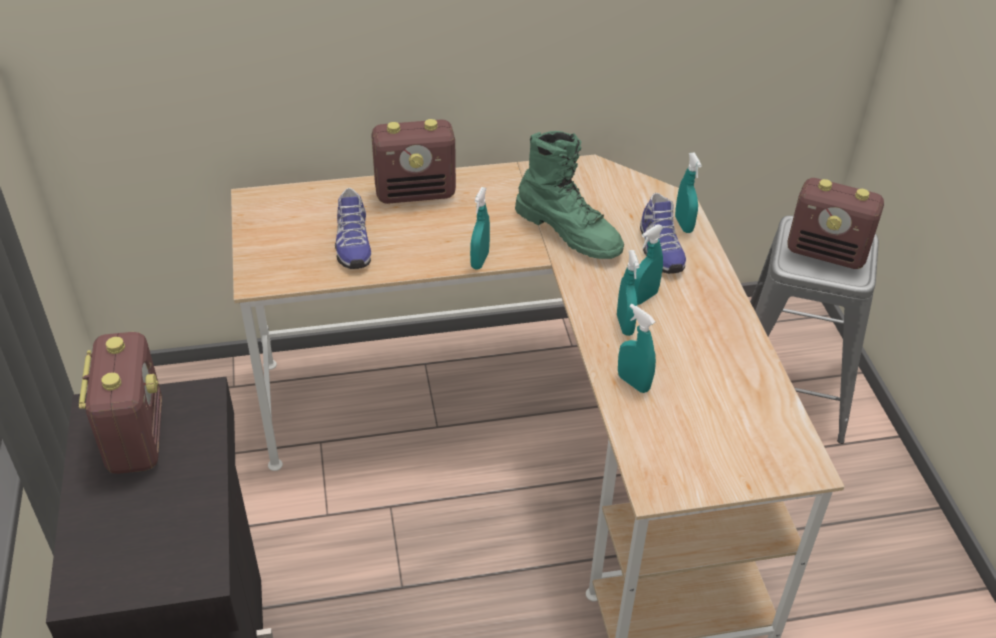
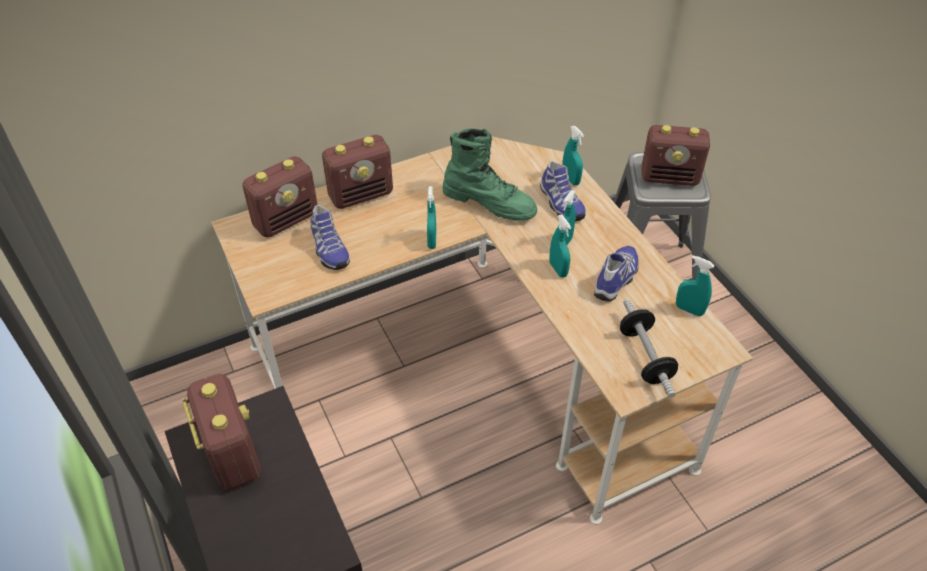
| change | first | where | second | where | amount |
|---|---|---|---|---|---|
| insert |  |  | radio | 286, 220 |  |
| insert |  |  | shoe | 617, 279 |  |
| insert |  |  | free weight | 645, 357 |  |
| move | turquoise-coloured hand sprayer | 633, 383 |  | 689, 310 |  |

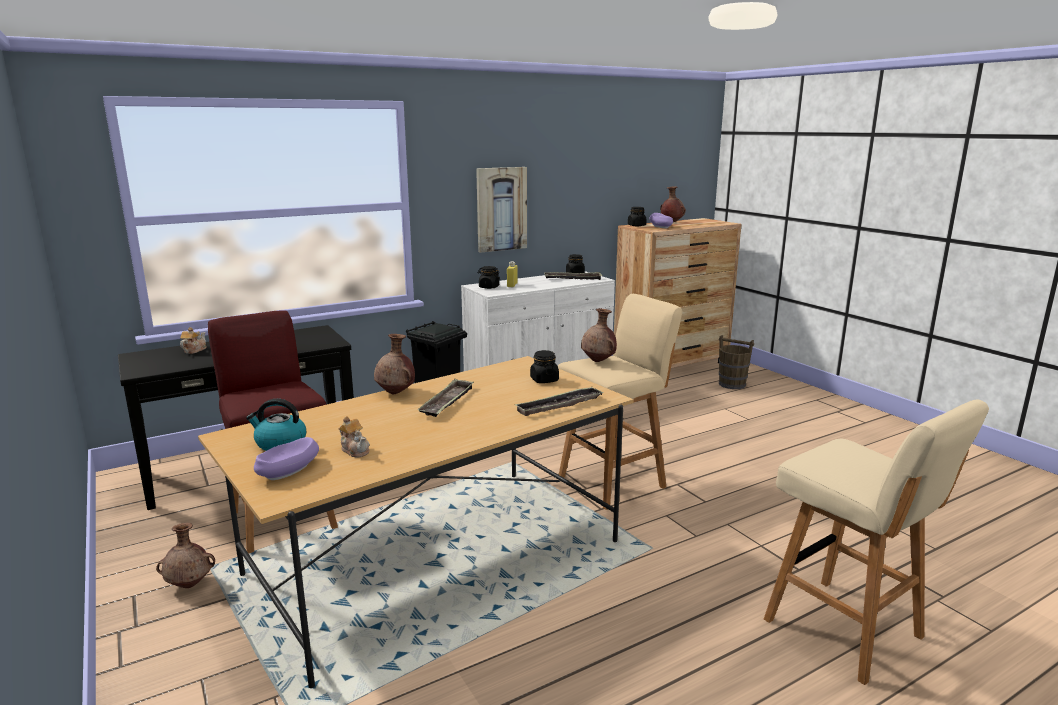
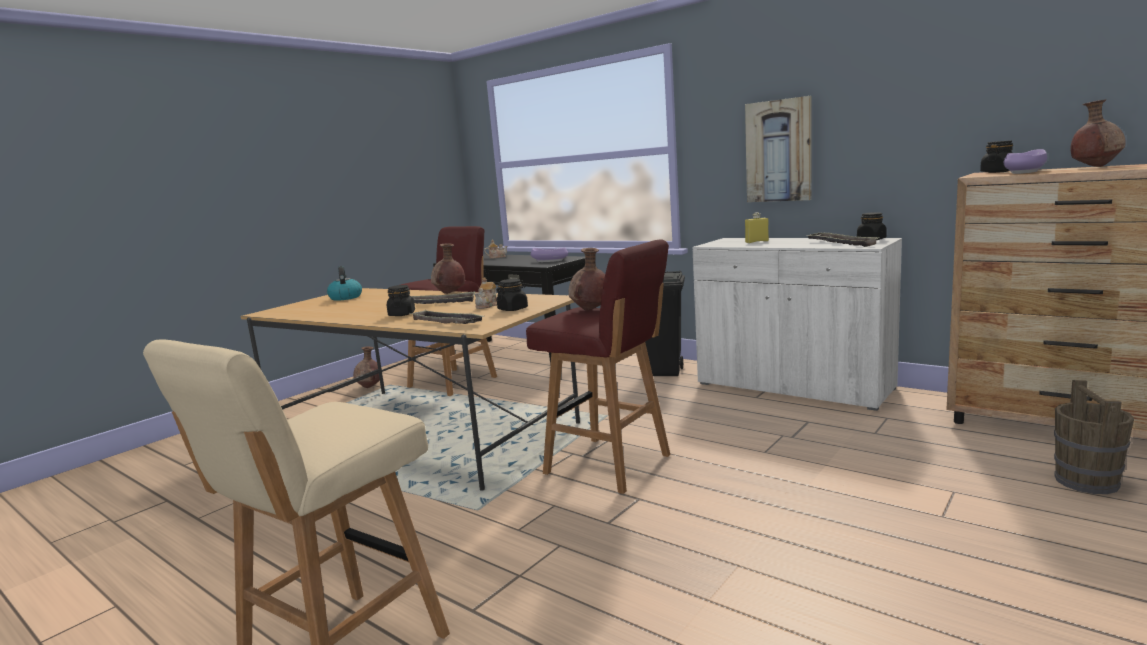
| change | first | where | second | where | amount |
|---|---|---|---|---|---|
| move | black jar | 489, 287 |  | 402, 314 |  |
| move | tea pot | 355, 450 |  | 487, 306 |  |
| recolor | beige-coloured stool seat | 614, 481 | red stool seat | 610, 465 |  |
| move | purple bowl | 288, 470 |  | 549, 261 |  |

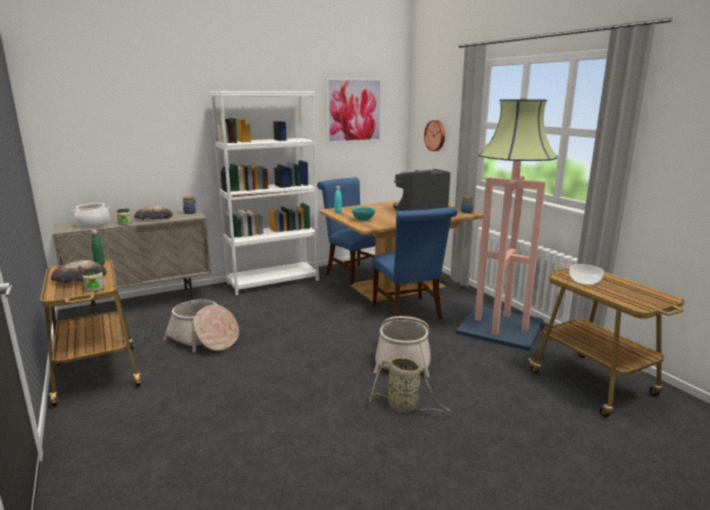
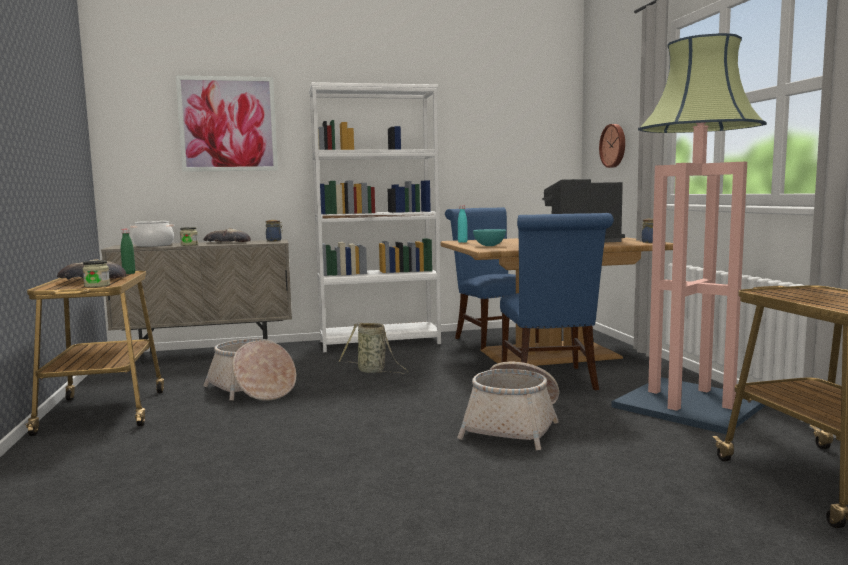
| change | first | where | second | where | amount |
|---|---|---|---|---|---|
| move | wall art | 354, 111 |  | 228, 124 |  |
| move | basket | 405, 407 |  | 373, 371 |  |
| delete | bowl | 584, 281 |  |  |  |

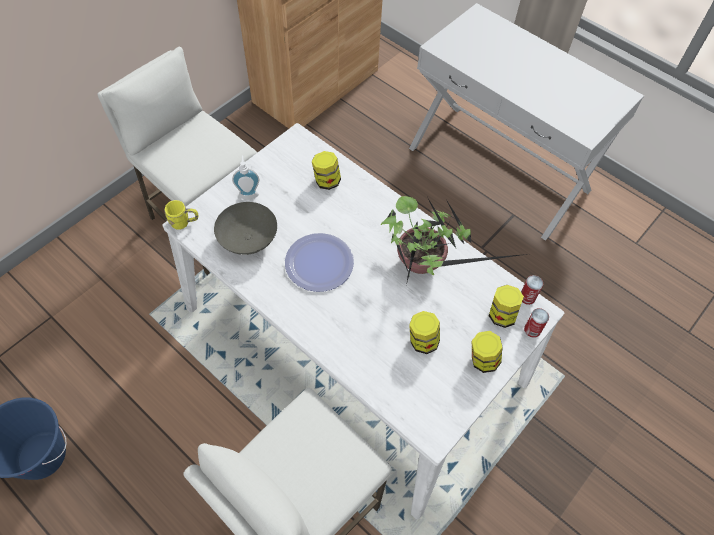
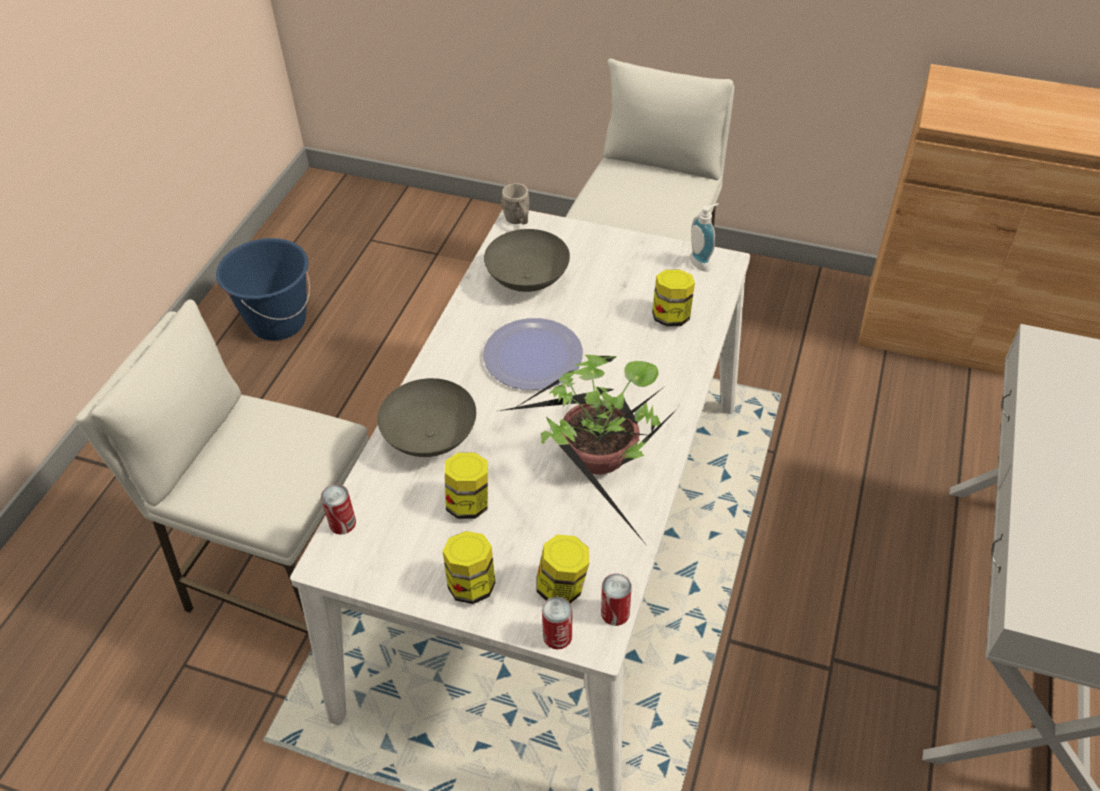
| change | first | where | second | where | amount |
|---|---|---|---|---|---|
| insert |  |  | can | 342, 523 |  |
| insert |  |  | grey bowl | 431, 439 |  |
| recolor | yellowish coffee mug | 184, 222 | grey coffee mug | 518, 220 |  |
| move | soap bottle | 248, 193 |  | 702, 262 |  |

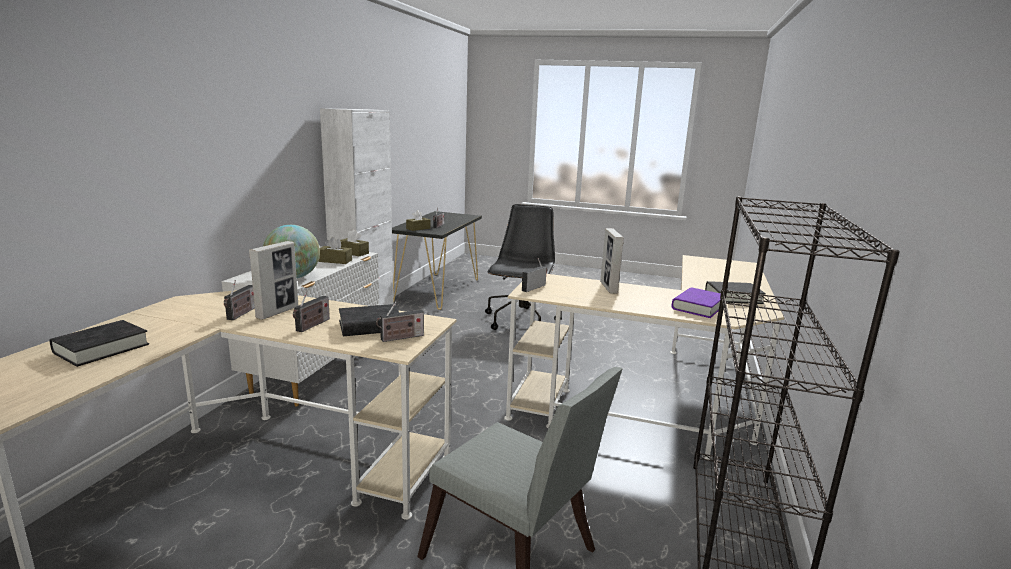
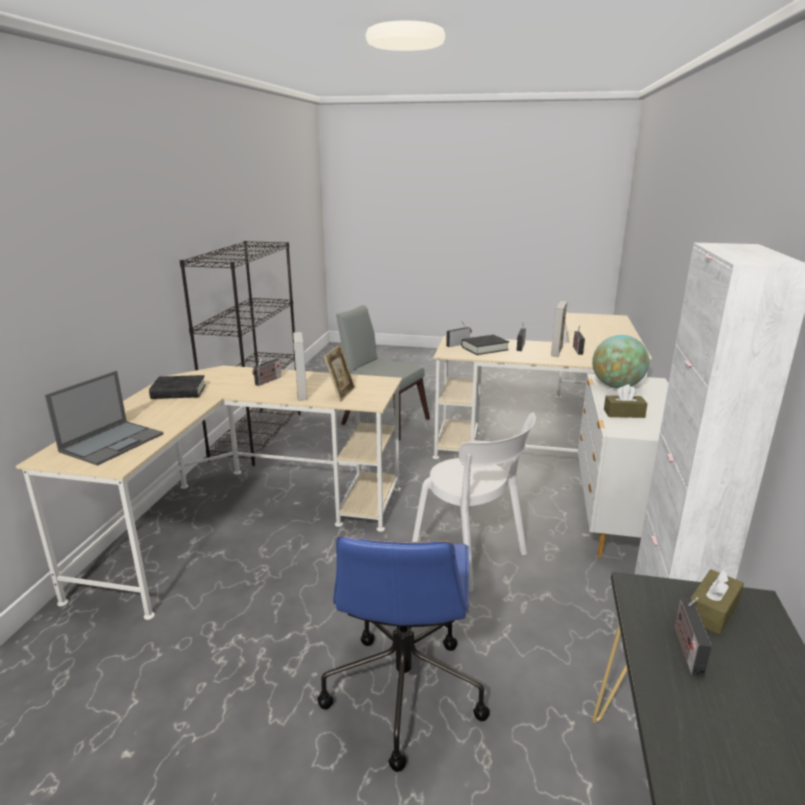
| change | first | where | second | where | amount |
|---|---|---|---|---|---|
| insert |  |  | laptop | 113, 442 |  |
| move | radio | 534, 287 |  | 267, 381 |  |
| recolor | black computer chair | 521, 321 | bluish computer chair | 403, 690 |  |
| insert |  |  | photo frame | 341, 394 |  |
| insert |  |  | whitish chair | 472, 555 |  |
| delete | black volume | 101, 348 |  |  |  |
| delete | brown tissue holder | 353, 253 |  |  |  |
| delete | purple volume | 698, 307 |  |  |  |

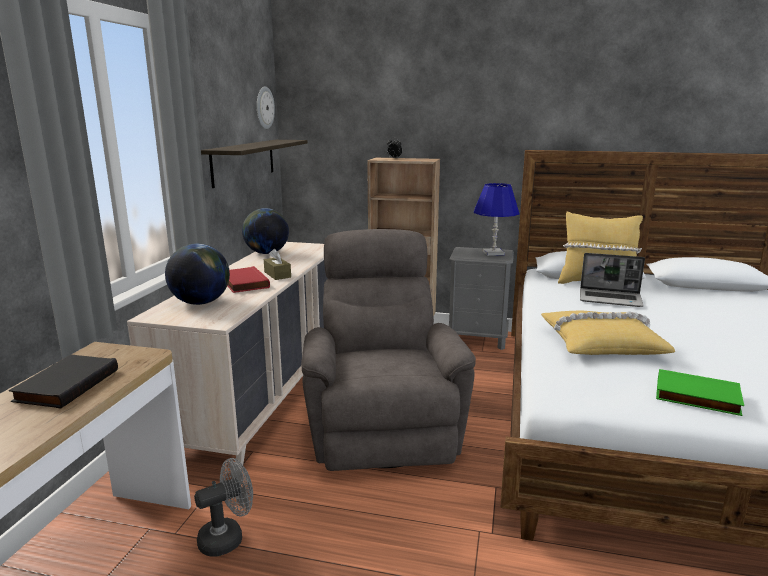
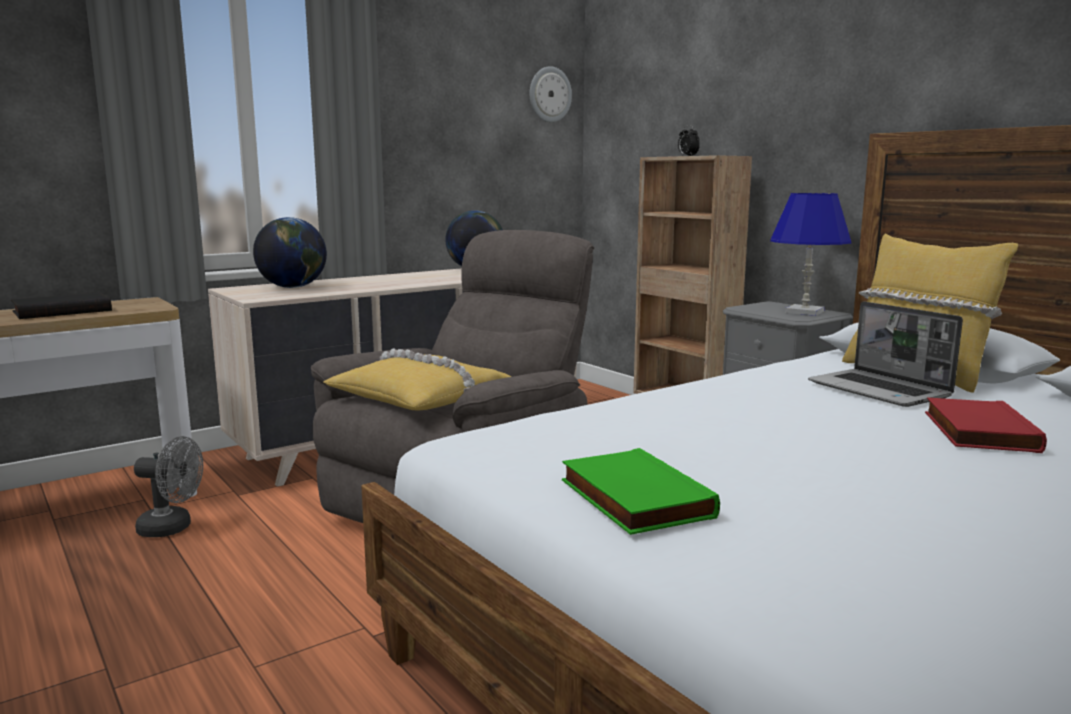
| change | first | where | second | where | amount |
|---|---|---|---|---|---|
| move | yellowish throw pillow | 600, 343 |  | 420, 397 |  |
| move | red volume | 243, 283 |  | 976, 431 |  |
| delete | shelf | 244, 161 |  |  |  |
| delete | brown tissue holder | 277, 274 |  |  |  |

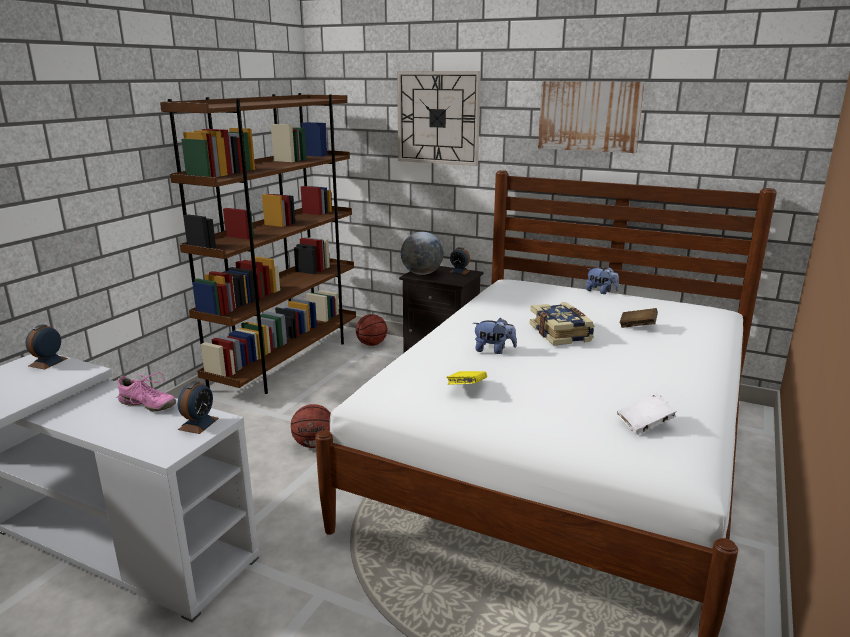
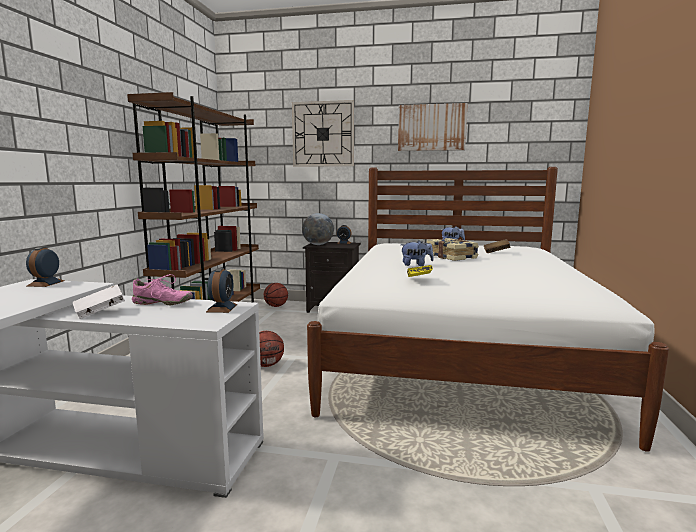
| change | first | where | second | where | amount |
|---|---|---|---|---|---|
| move | whitish volume | 645, 424 |  | 100, 312 |  |

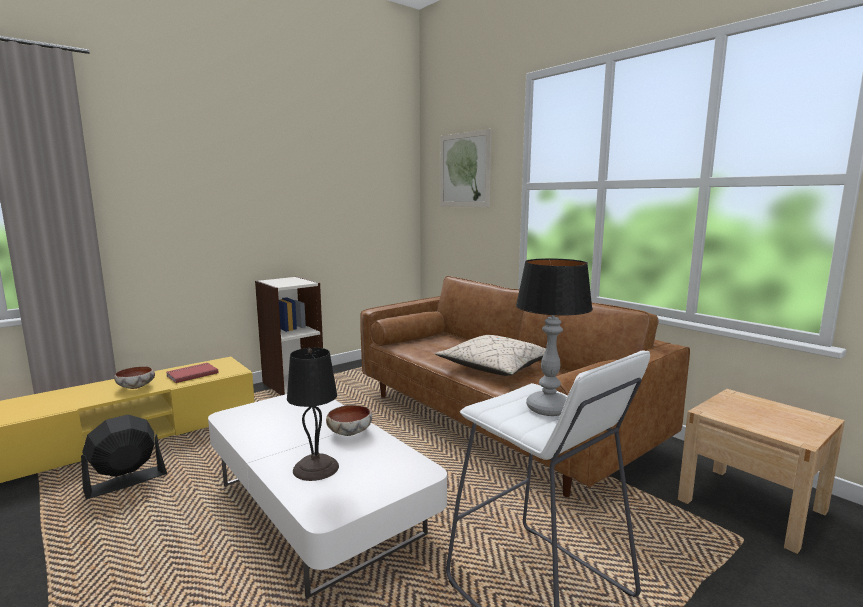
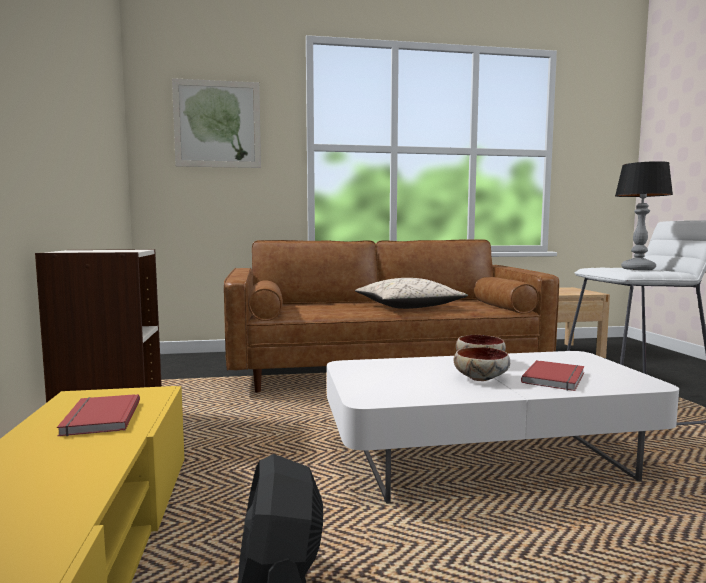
| change | first | where | second | where | amount |
|---|---|---|---|---|---|
| move | bowl | 137, 387 |  | 481, 378 |  |
| replace | black table lamp | 316, 468 | red volume | 556, 378 |  |

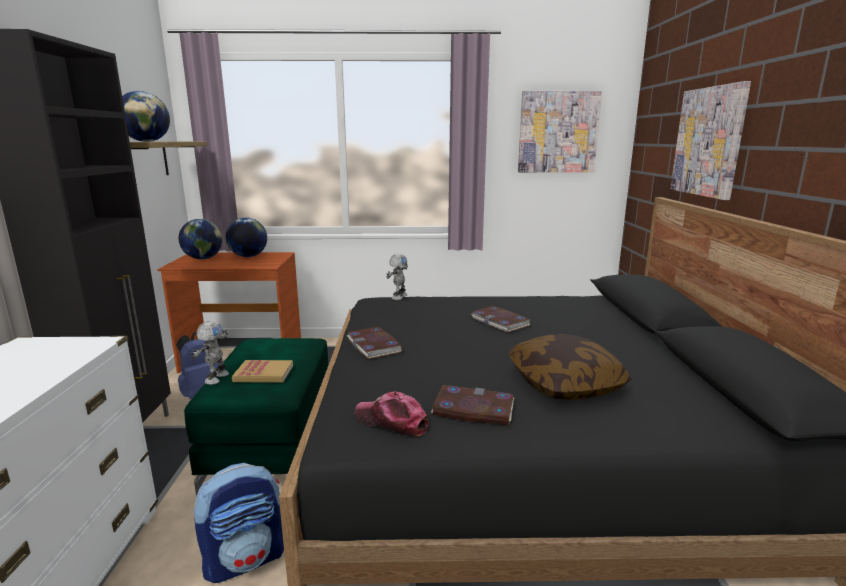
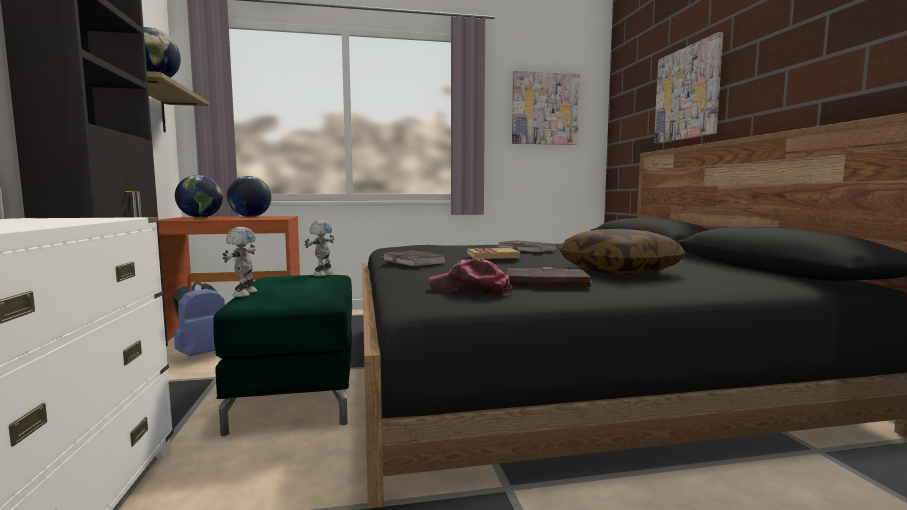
| change | first | where | second | where | amount |
|---|---|---|---|---|---|
| move | robot figure | 398, 297 |  | 322, 274 |  |
| move | volume | 263, 374 |  | 492, 256 |  |
| delete | rucksack | 246, 559 |  |  |  |

